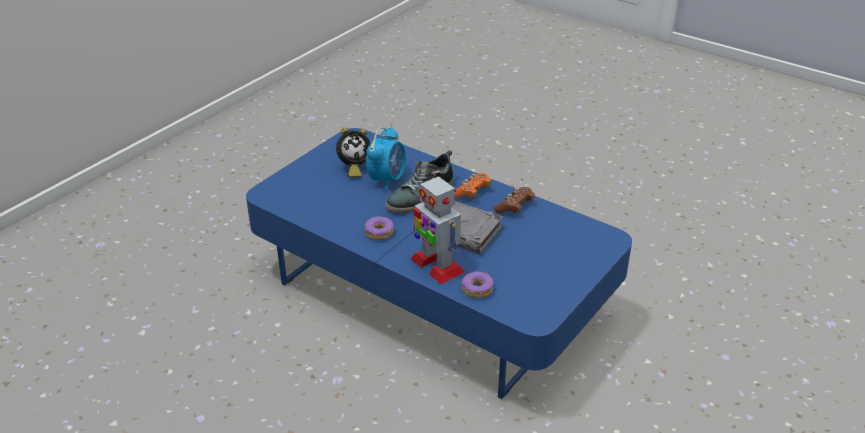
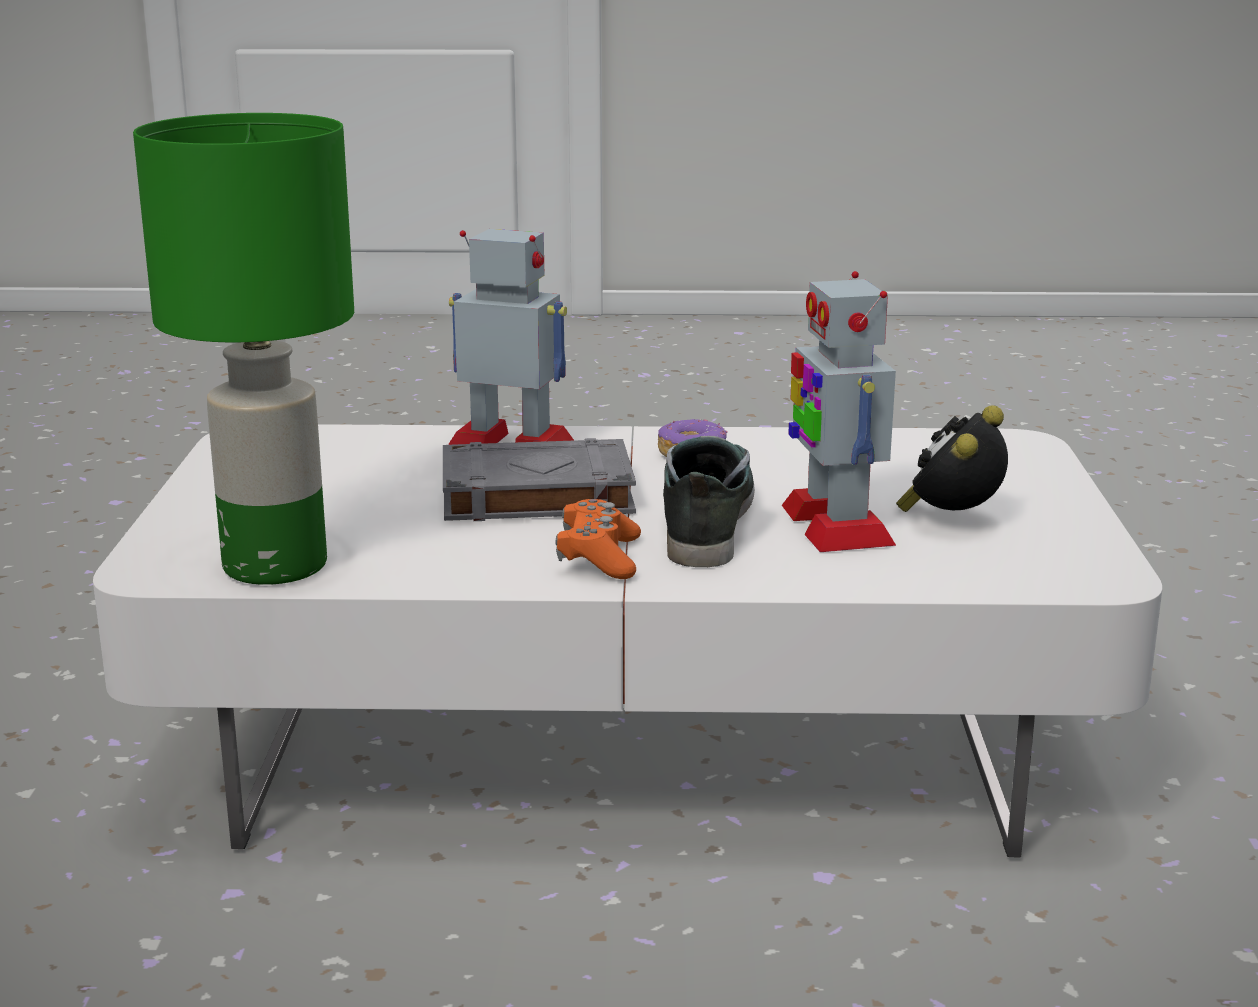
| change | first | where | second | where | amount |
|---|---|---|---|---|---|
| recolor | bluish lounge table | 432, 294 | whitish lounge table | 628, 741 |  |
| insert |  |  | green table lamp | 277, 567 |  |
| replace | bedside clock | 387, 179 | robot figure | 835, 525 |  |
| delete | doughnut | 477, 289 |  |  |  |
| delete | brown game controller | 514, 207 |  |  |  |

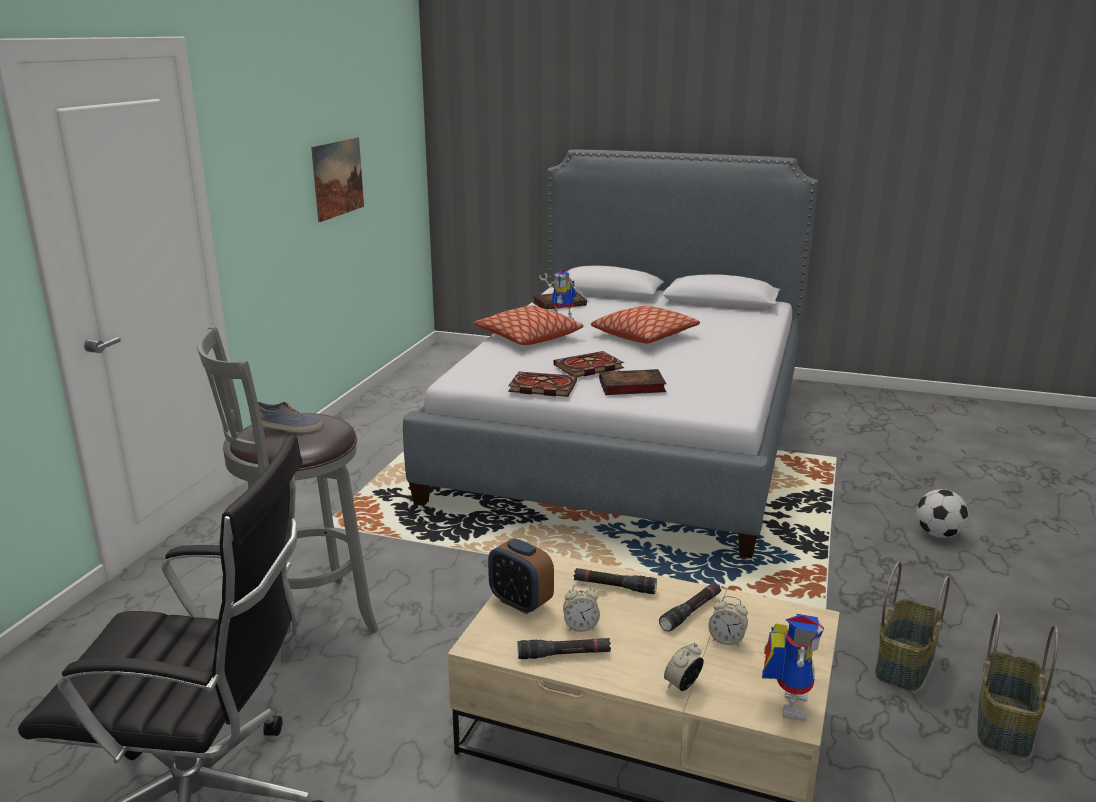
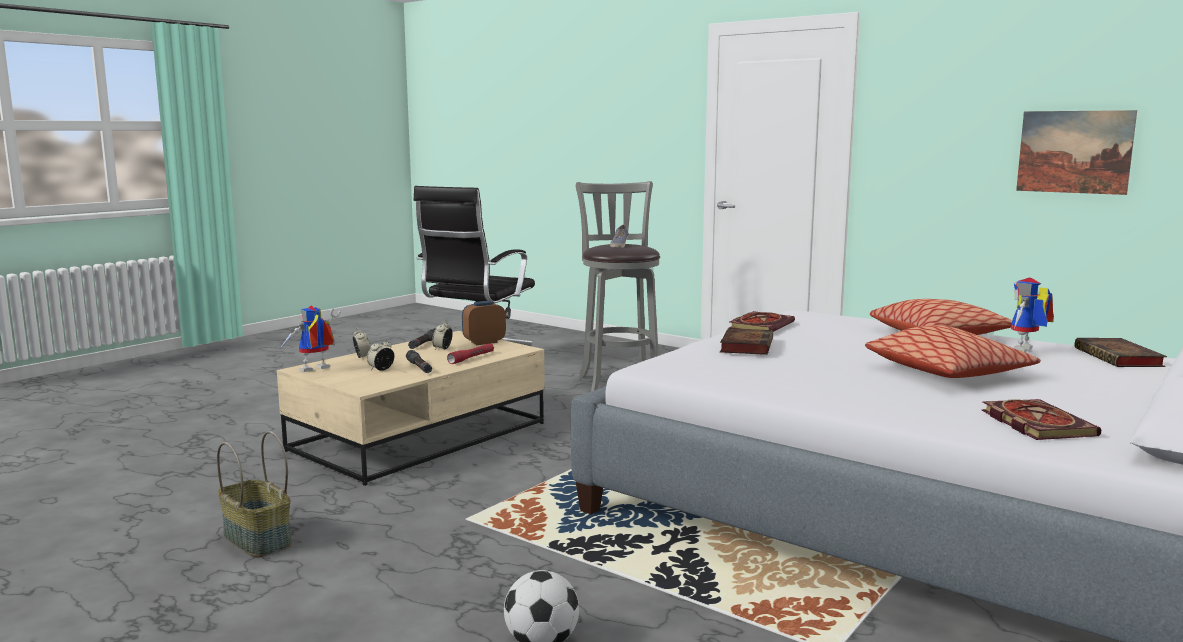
| change | first | where | second | where | amount |
|---|---|---|---|---|---|
| rotate | robot figure | 786, 701 |  | 314, 370 | 105 degrees clockwise |
| recolor | black flashlight | 614, 587 | red flashlight | 471, 358 |  |
| move | volume | 588, 367 |  | 1034, 423 |  |
| delete | basket | 903, 663 |  |  |  |

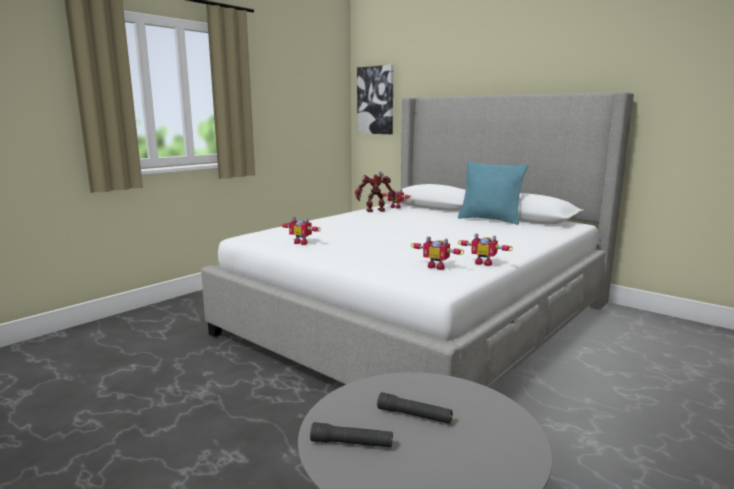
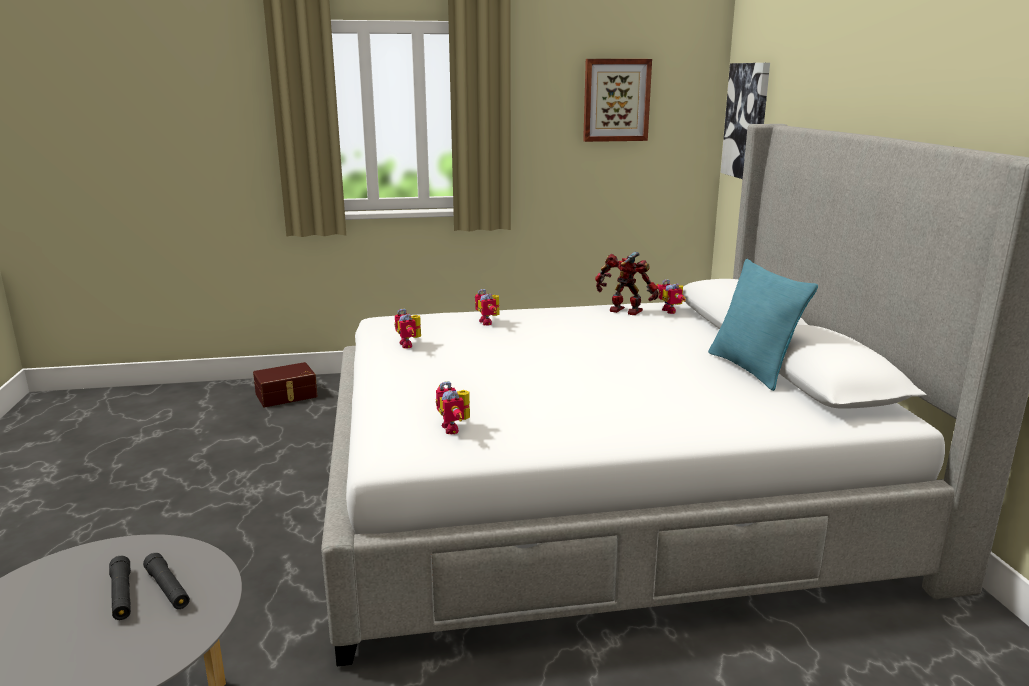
| change | first | where | second | where | amount |
|---|---|---|---|---|---|
| move | black flashlight | 352, 443 |  | 168, 589 |  |
| insert |  |  | brown storage container | 287, 396 |  |
| move | robot figure | 484, 263 |  | 489, 322 |  |
| insert |  |  | wall art | 616, 100 |  |

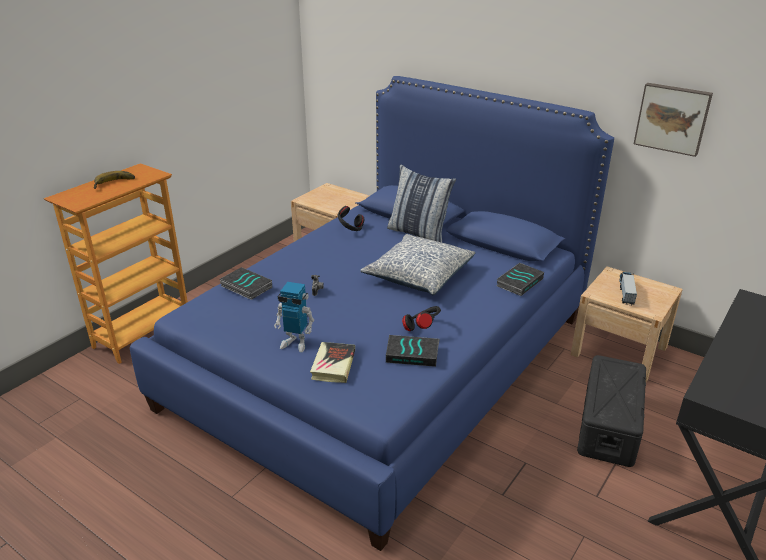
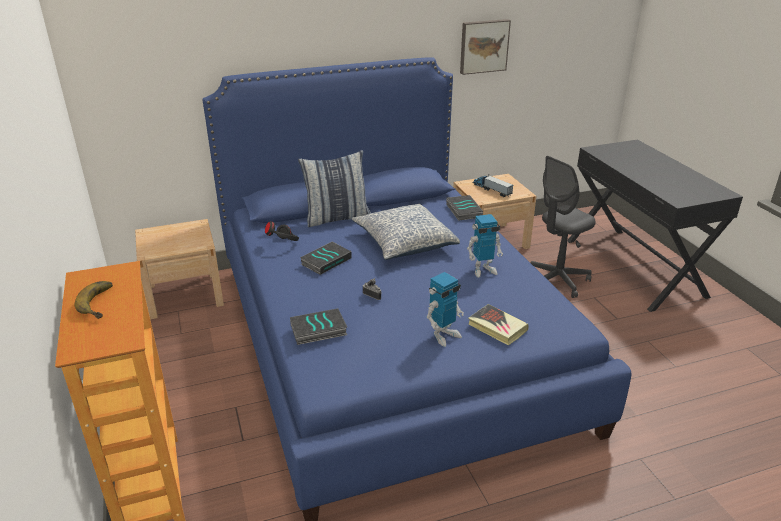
| change | first | where | second | where | amount |
|---|---|---|---|---|---|
| move | volume | 413, 353 |  | 326, 261 |  |
| replace | black pair of headphones | 422, 328 | robot figure | 483, 270 |  |
| replace | black storage container | 608, 424 | grey computer chair | 557, 281 |  |

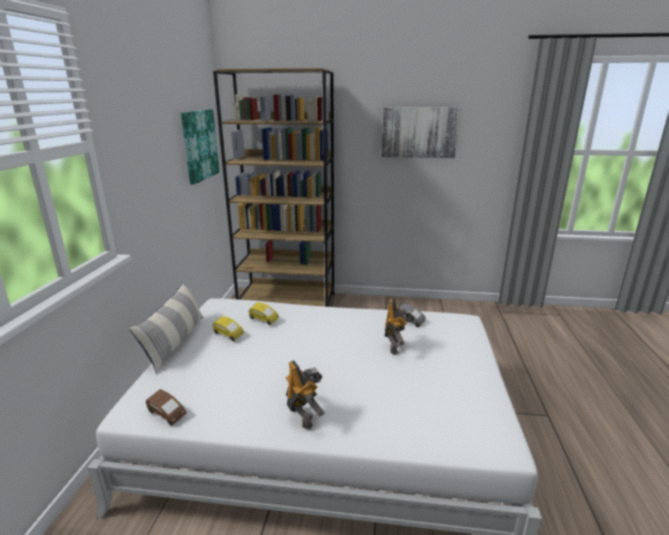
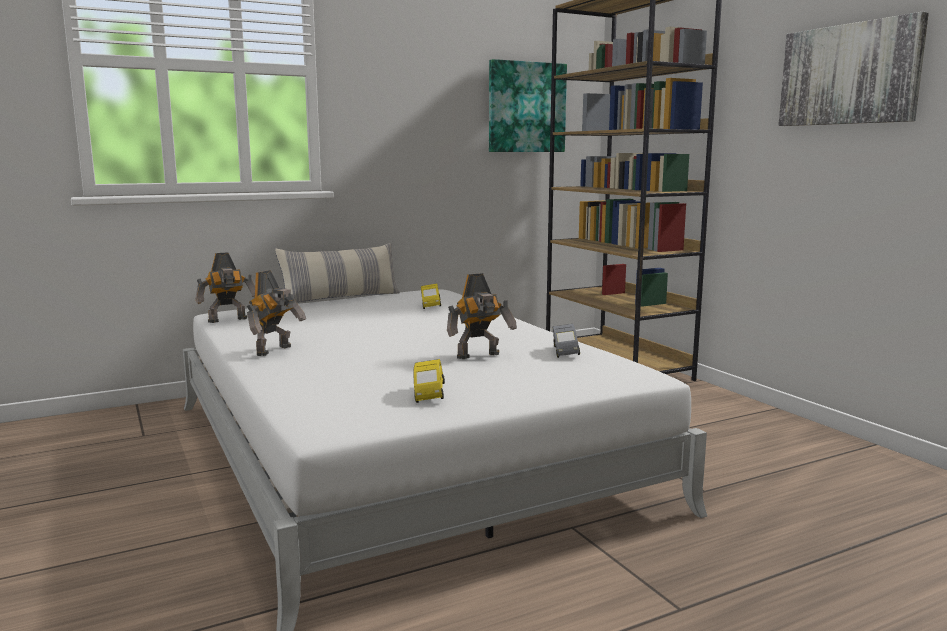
| change | first | where | second | where | amount |
|---|---|---|---|---|---|
| replace | brown toy car | 166, 415 | robot figure | 228, 320 |  |
| move | yellowish toy car | 228, 335 |  | 428, 394 |  |

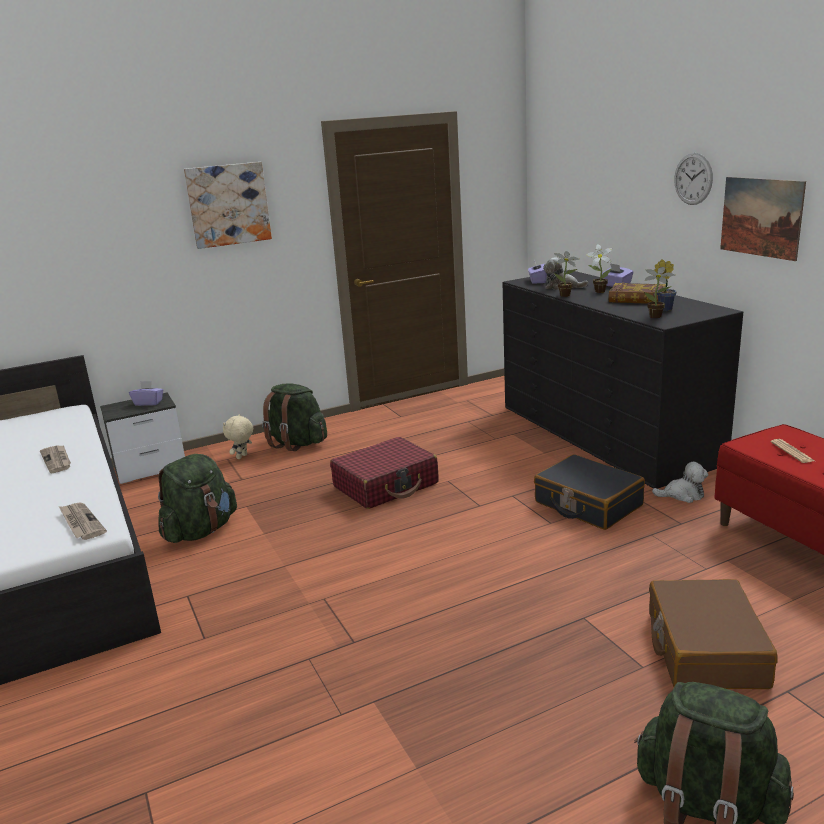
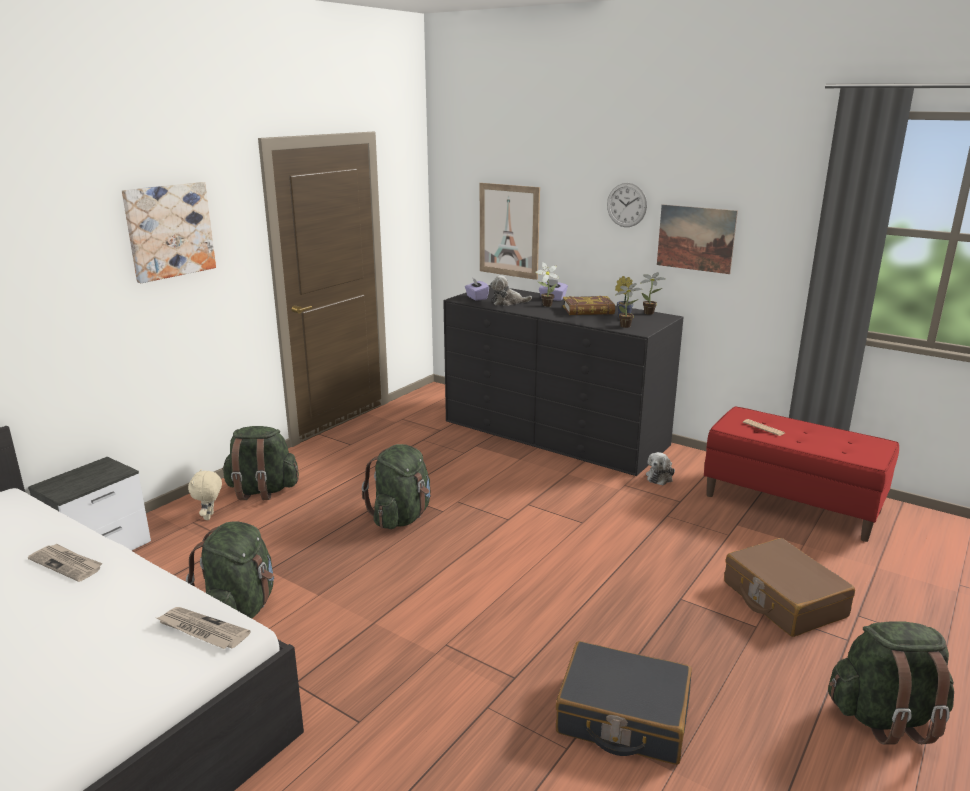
| change | first | where | second | where | amount |
|---|---|---|---|---|---|
| replace | red piece of luggage | 386, 485 | green rucksack | 401, 517 |  |
| insert |  |  | wall art | 509, 230 |  |
| move | black piece of luggage | 587, 504 |  | 622, 717 |  |
| move | plant in a pot | 566, 295 |  | 650, 313 |  |
| rotate | plush toy | 682, 495 |  | 660, 477 | 150 degrees clockwise |
| delete | purple tissue holder | 148, 403 |  |  |  |

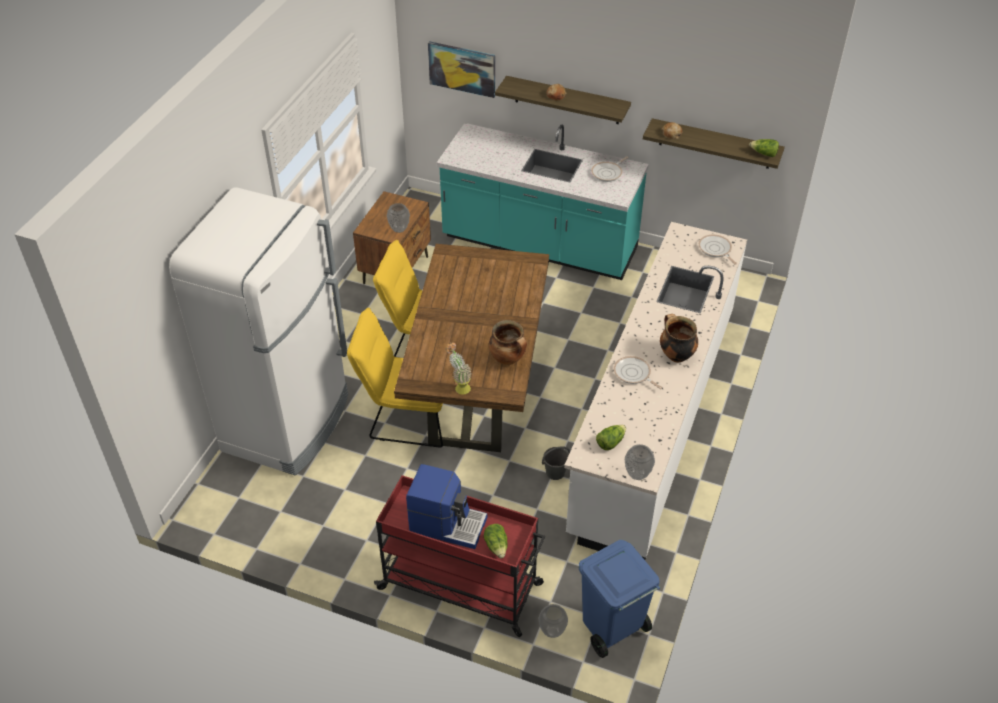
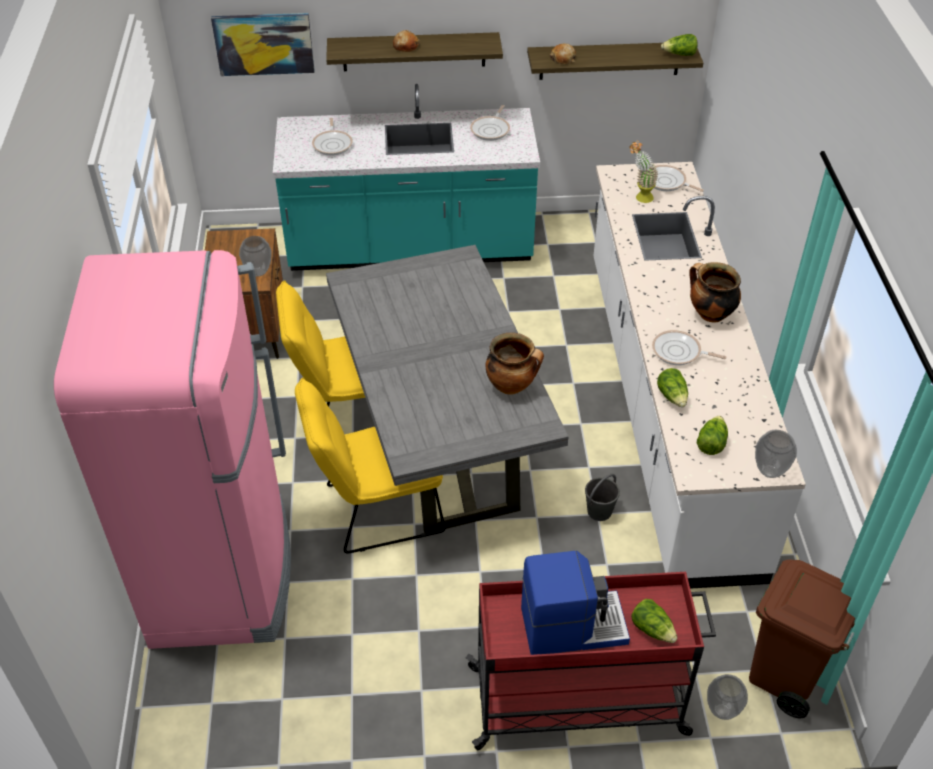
| change | first | where | second | where | amount |
|---|---|---|---|---|---|
| recolor | whitish kitchen fridge | 288, 423 | pink kitchen fridge | 222, 574 |  |
| insert |  |  | frying pan | 333, 144 |  |
| recolor | brown dining table | 477, 385 | grey dining table | 439, 438 |  |
| move | plant in a pot | 459, 387 |  | 639, 197 |  |
| insert |  |  | head of lettuce | 672, 396 |  |
| recolor | bluish rubbish bin | 611, 628 | brown rubbish bin | 785, 677 |  |

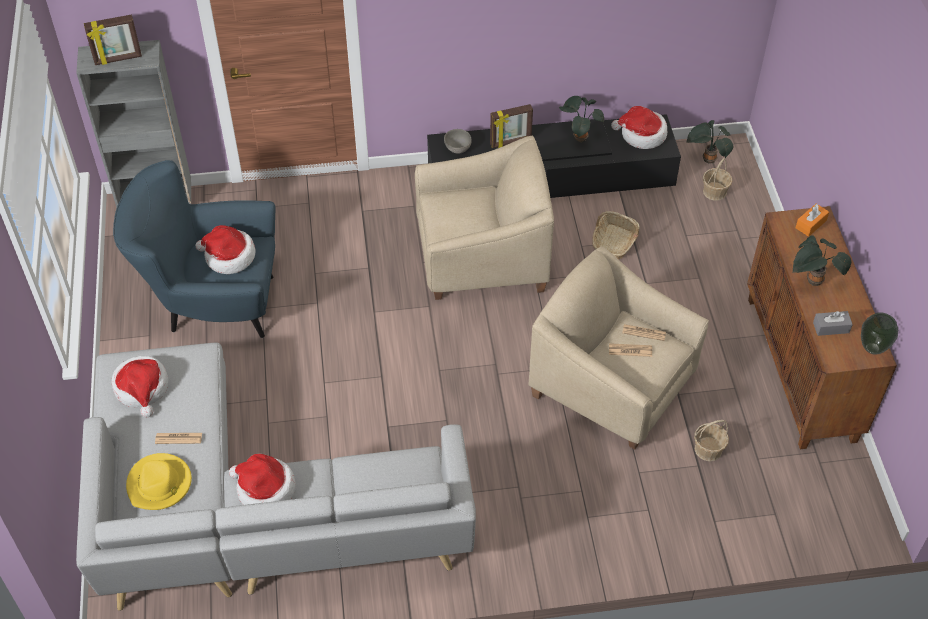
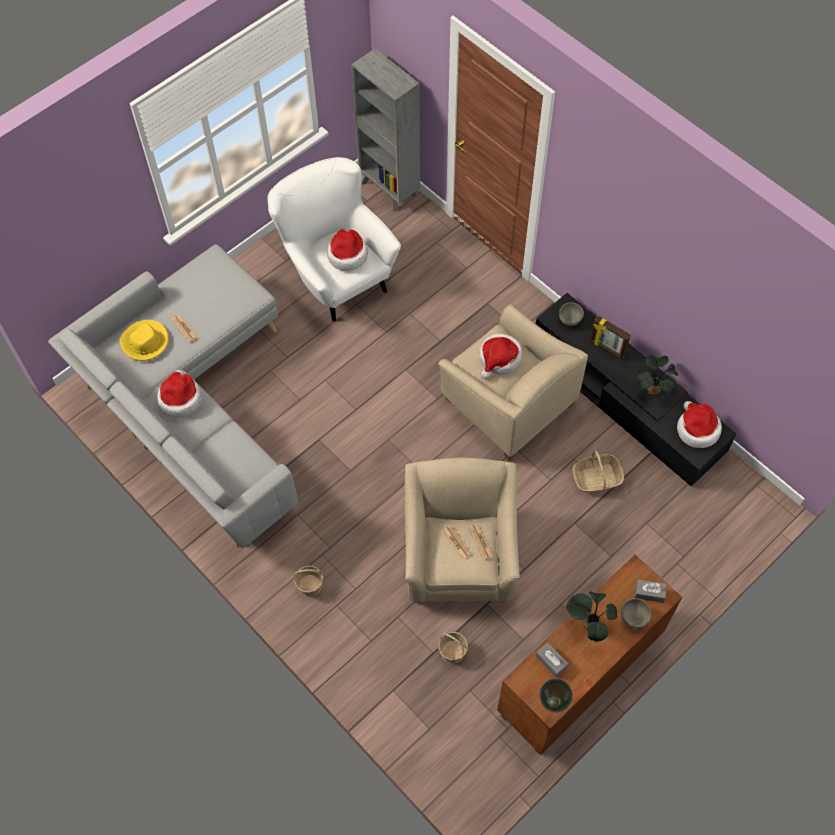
| change | first | where | second | where | amount |
|---|---|---|---|---|---|
| recolor | bluish lounge chair | 213, 305 | whitish lounge chair | 336, 276 |  |
| move | basket | 715, 192 |  | 310, 585 |  |
| move | wearable hat | 142, 388 |  | 499, 359 |  |
| insert |  |  | grey bowl | 633, 618 |  |
| recolor | orangey tissue holder | 810, 224 | grey tissue holder | 649, 593 |  |
| delete | photo frame | 118, 59 |  |  |  |
| delete | plant in a pot | 707, 160 |  |  |  |

